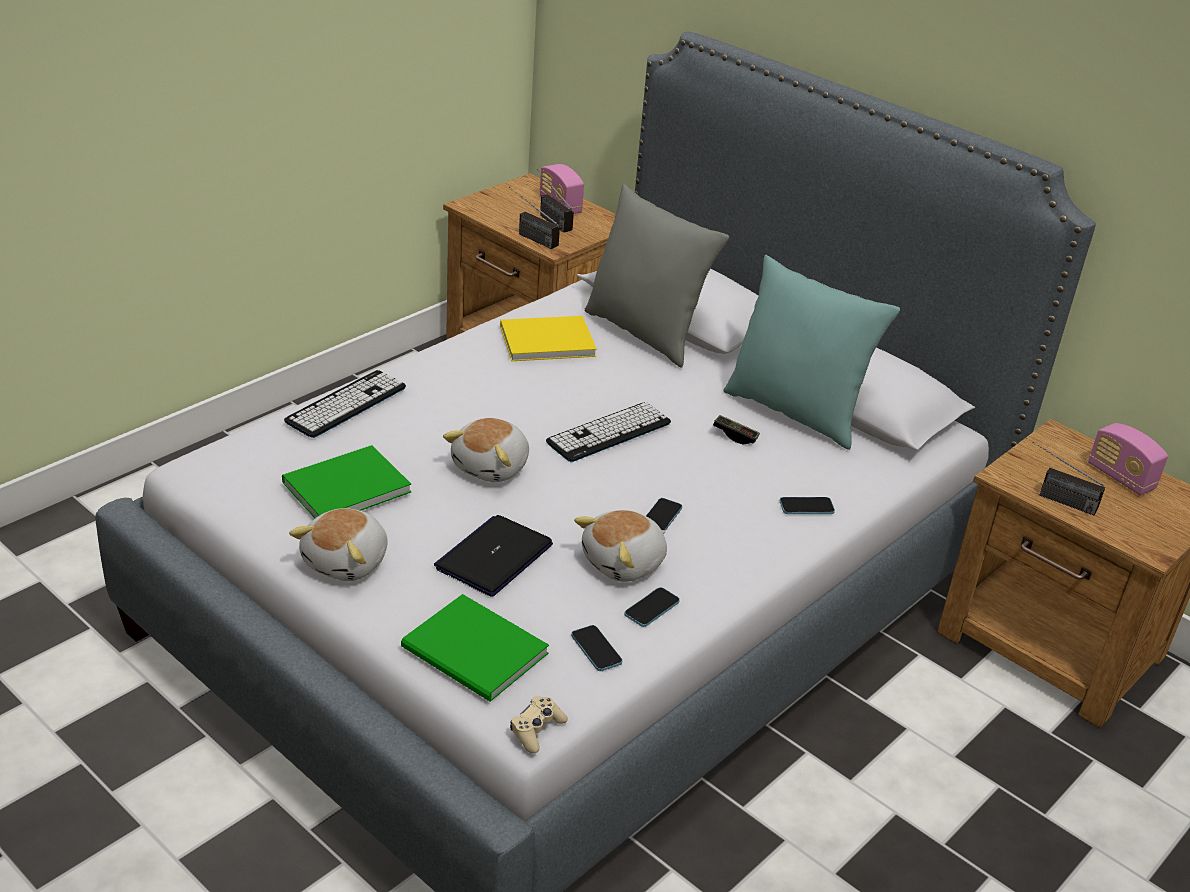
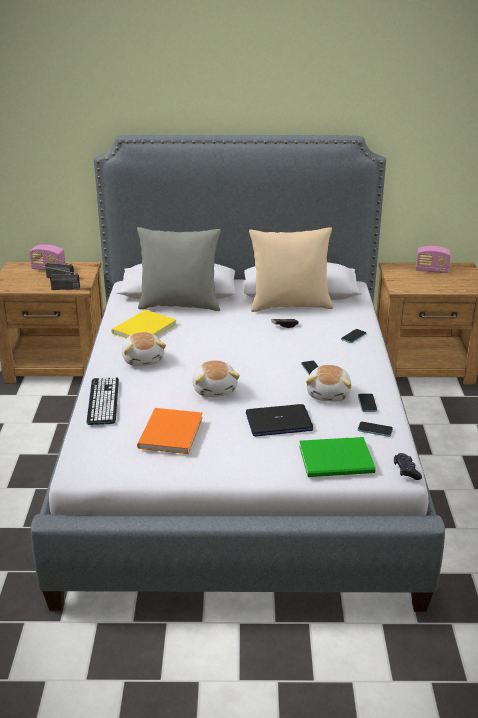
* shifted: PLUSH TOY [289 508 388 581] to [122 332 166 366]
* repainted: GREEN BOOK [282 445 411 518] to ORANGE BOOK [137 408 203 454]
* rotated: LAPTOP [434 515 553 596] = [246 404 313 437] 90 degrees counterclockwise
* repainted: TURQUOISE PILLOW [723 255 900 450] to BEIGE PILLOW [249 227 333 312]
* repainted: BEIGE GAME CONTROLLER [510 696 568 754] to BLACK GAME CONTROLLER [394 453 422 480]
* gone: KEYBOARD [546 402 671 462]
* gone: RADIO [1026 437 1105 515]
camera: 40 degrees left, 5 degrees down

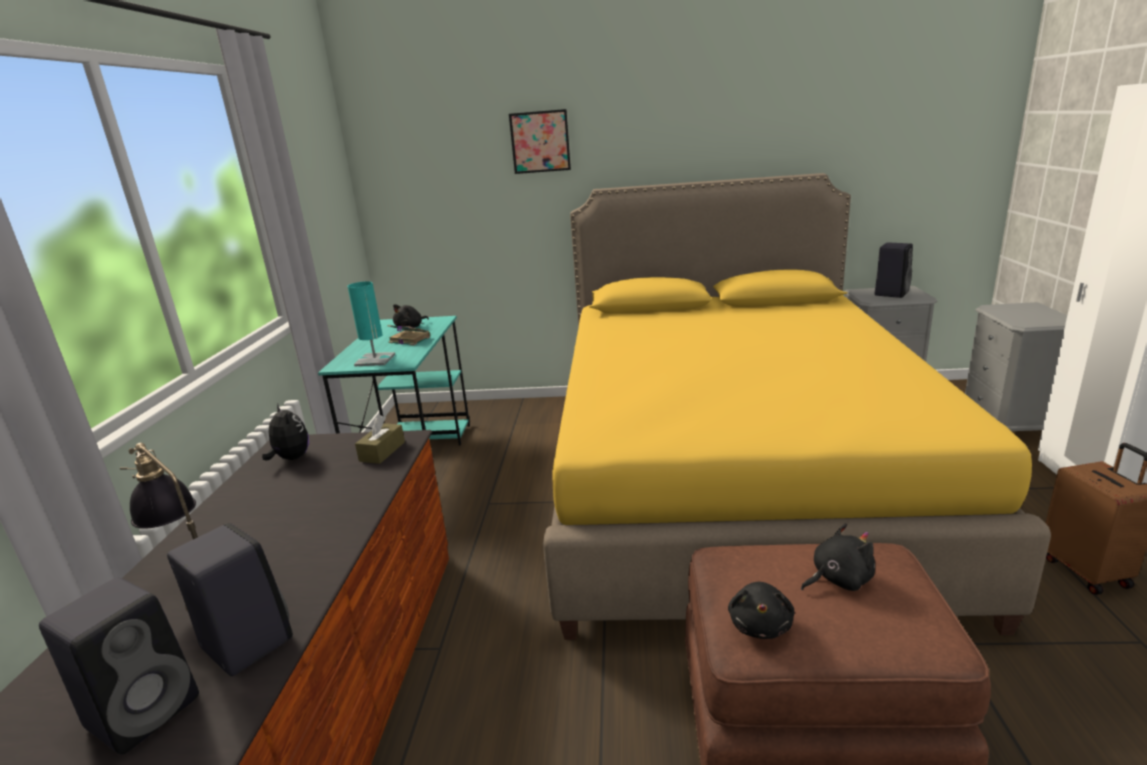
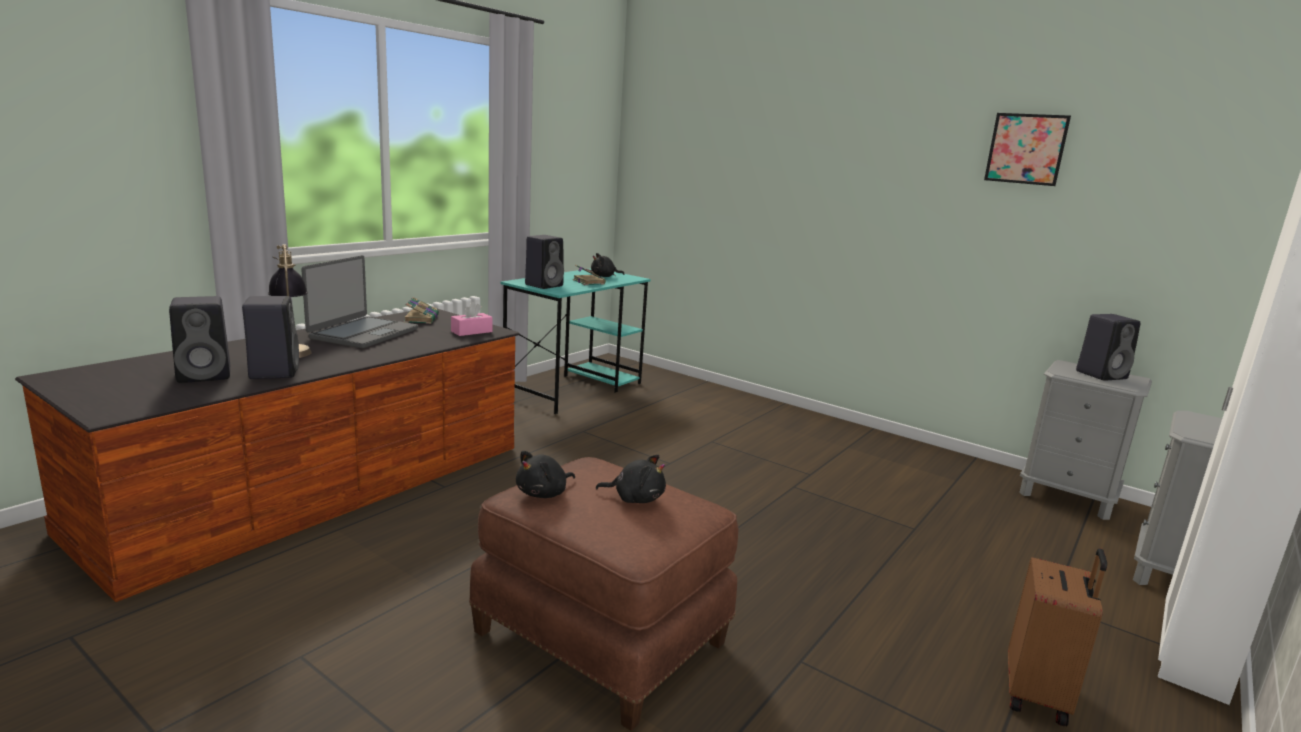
* new: LAPTOP [301 255 418 348]
* swapped: PLUSH TOY [262 404 309 460] to BOOK [403 297 439 324]
* repainted: BROWN TISSUE BOX [355 415 405 464] to PINK TISSUE BOX [451 302 492 336]
* swapped: TURQUOISE TABLE LAMP [347 281 395 366] to BLACK SPEAKER [525 235 564 289]
* shifted: PICTURE [509 109 571 174] to [984 113 1071 186]
* gone: YELLOW BED [543 173 1051 640]
camera: 30 degrees right, 5 degrees down

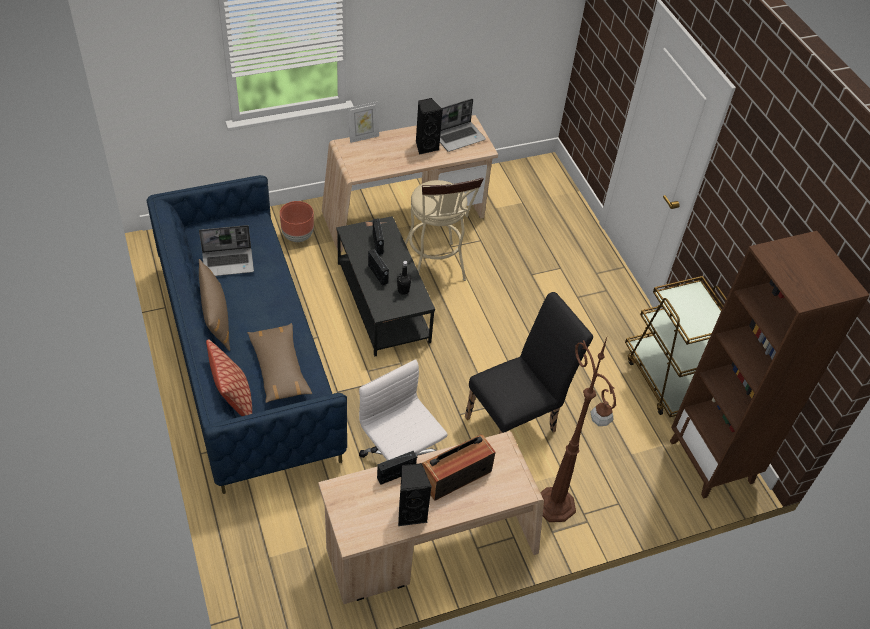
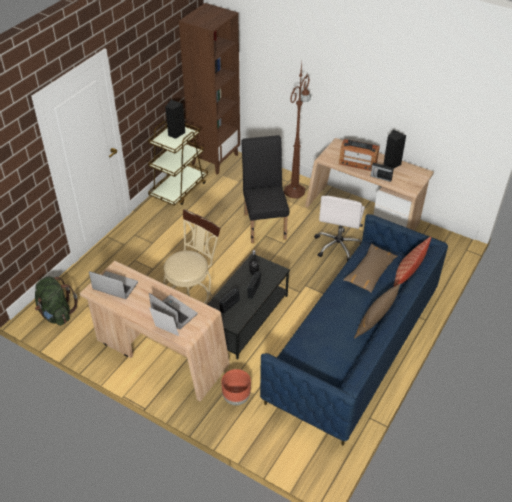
* new: GREEN BACKPACK [35 276 78 326]
* shifted: LAPTOP [199 225 254 276] to [149 293 198 329]
* shifted: BLACK SPEAKER [416 98 443 155] to [165 100 185 139]
* rotated: BLACK CHAIR [465 292 593 434] = [241 135 289 243] 60 degrees clockwise
camera: 125 degrees left, 5 degrees down

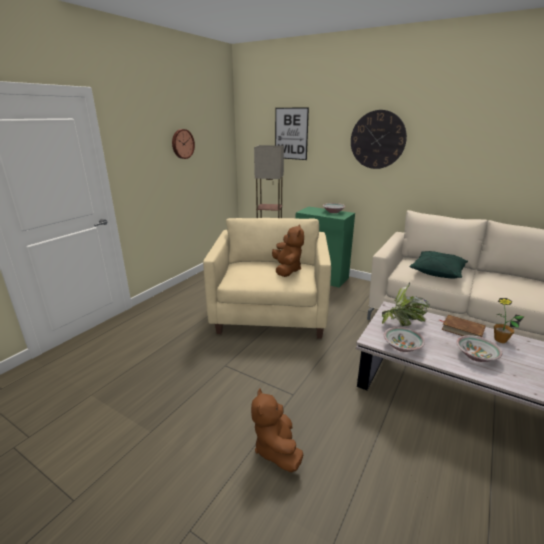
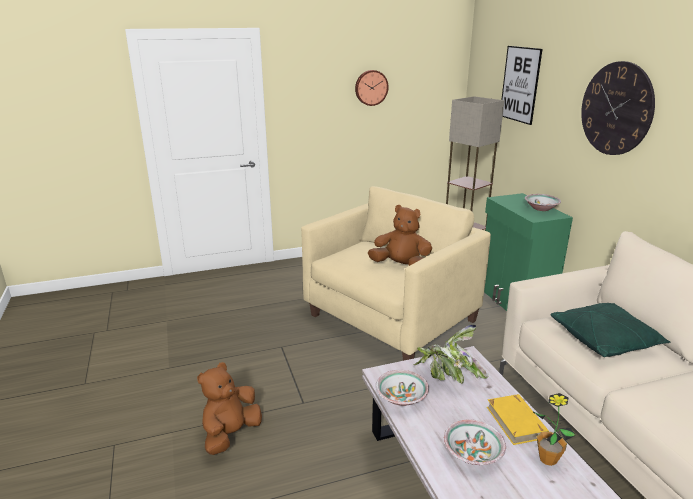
* rotated: BROWN PLUSH TOY [272 224 304 277] = [368 205 432 266] 105 degrees counterclockwise
* repainted: BROWN BOOK [439 315 486 337] to YELLOW BOOK [487 394 549 445]
camera: 40 degrees right, 0 degrees up

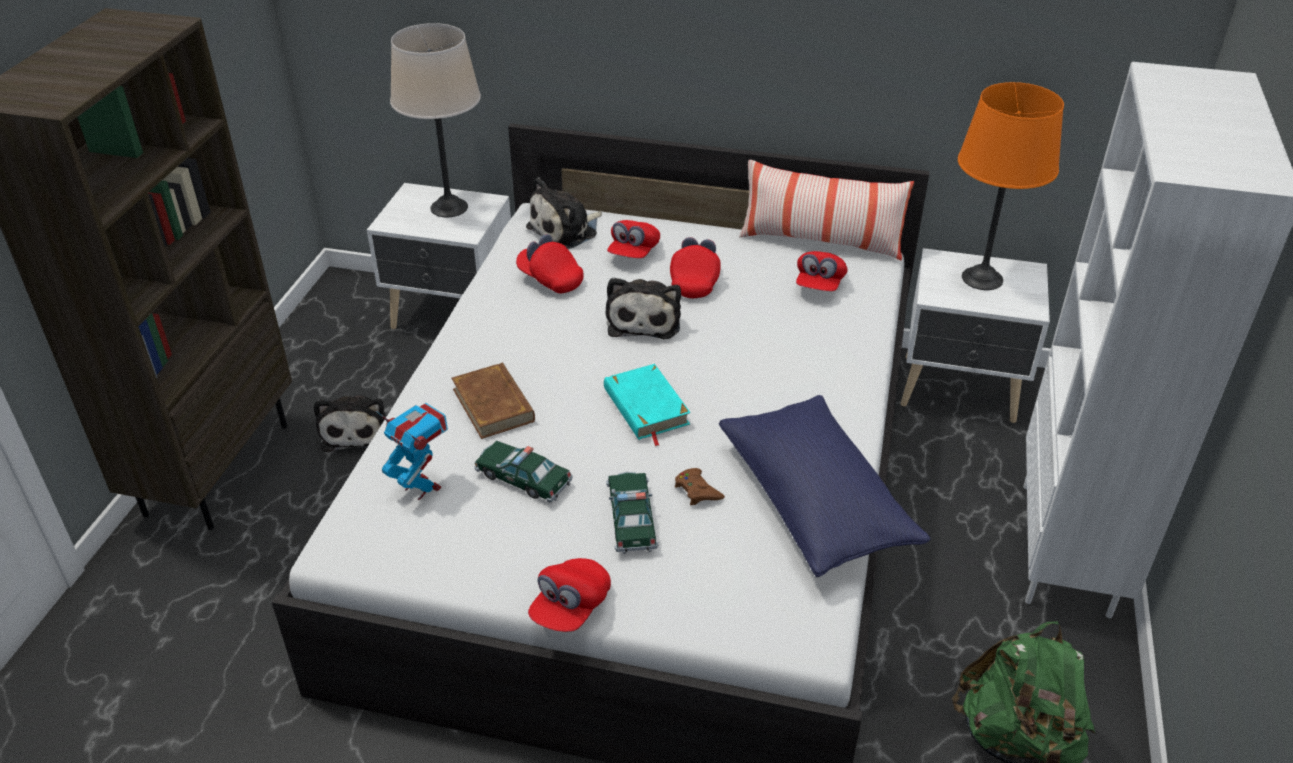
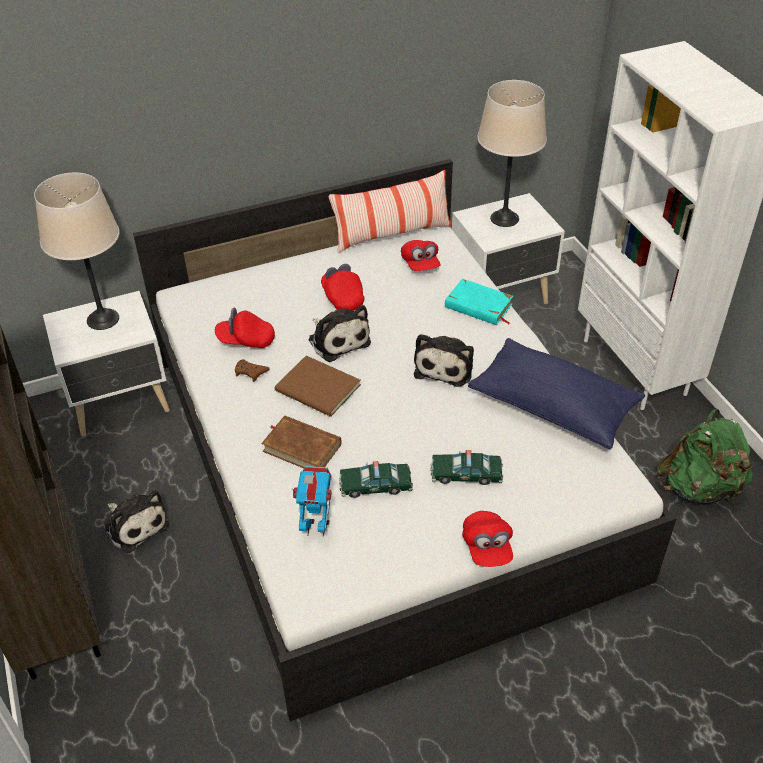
* shifted: BROWN GAME CONTROLLER [675 468 725 506] to [235 359 270 382]
* new: BROWN BOOK [275 356 361 417]
* shifted: PLUSH TOY [526 177 602 249] to [414 334 474 387]
* rotated: TOY CAR [606 472 658 554] = [430 450 503 485] 45 degrees counterclockwise
* shifted: TURQUOISE BOOK [604 364 691 447] to [445 279 513 325]
* repainted: ORANGE TABLE LAMP [958 82 1064 290] to BEIGE TABLE LAMP [477 80 547 227]
* gone: RED CAP [607 220 660 258]
camera: 35 degrees left, 5 degrees up

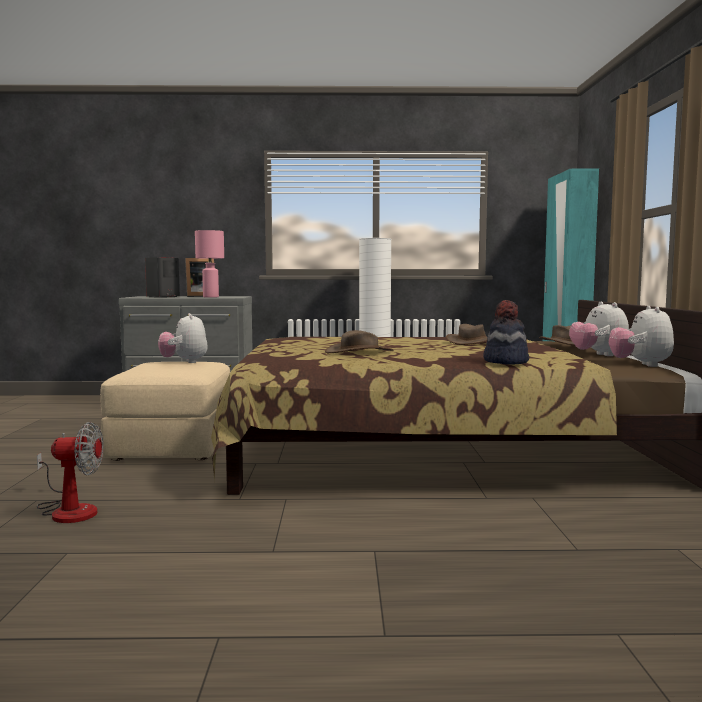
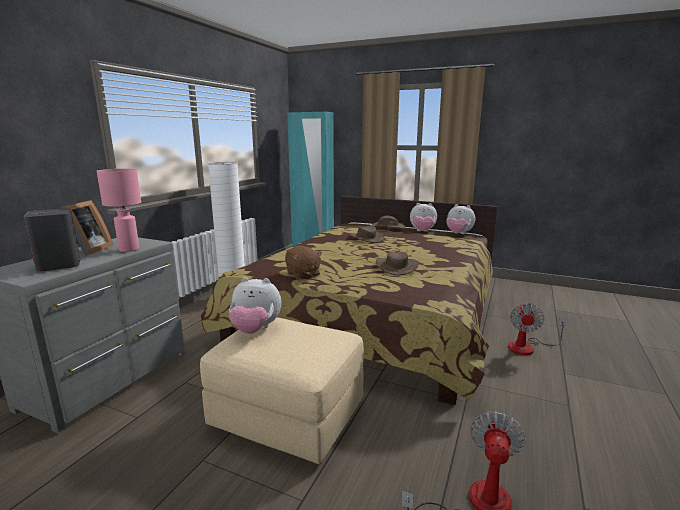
* new: BROWN PLUSH TOY [285 246 322 279]
* new: FAN [508 303 566 355]
* gone: HAT [484 300 529 365]
camera: 65 degrees left, 10 degrees up

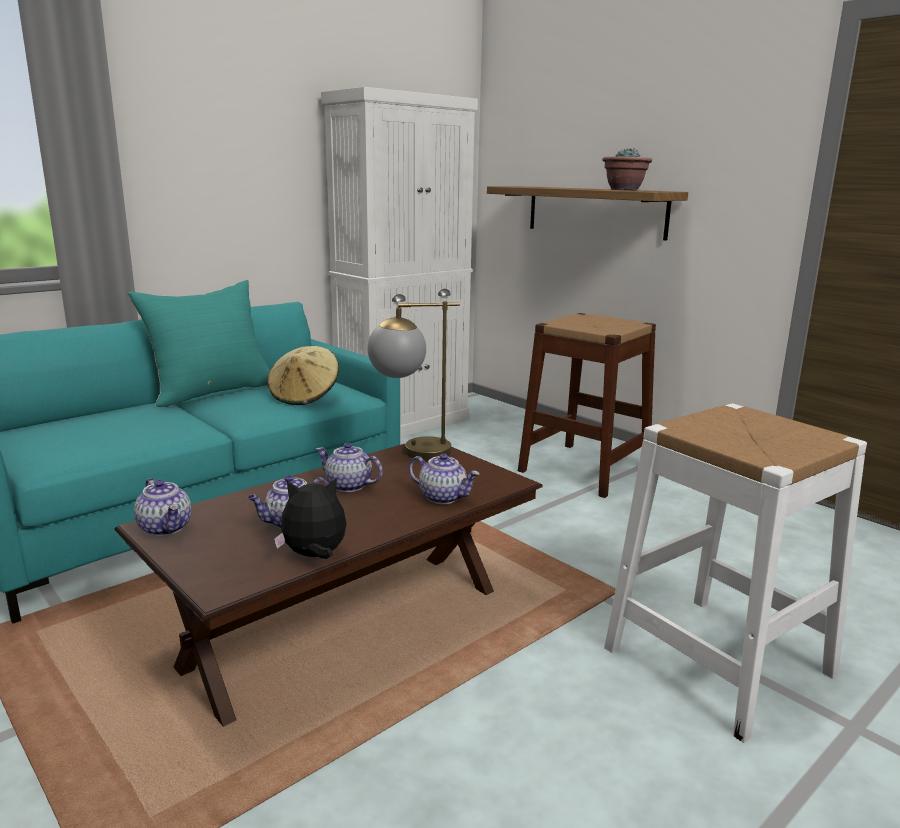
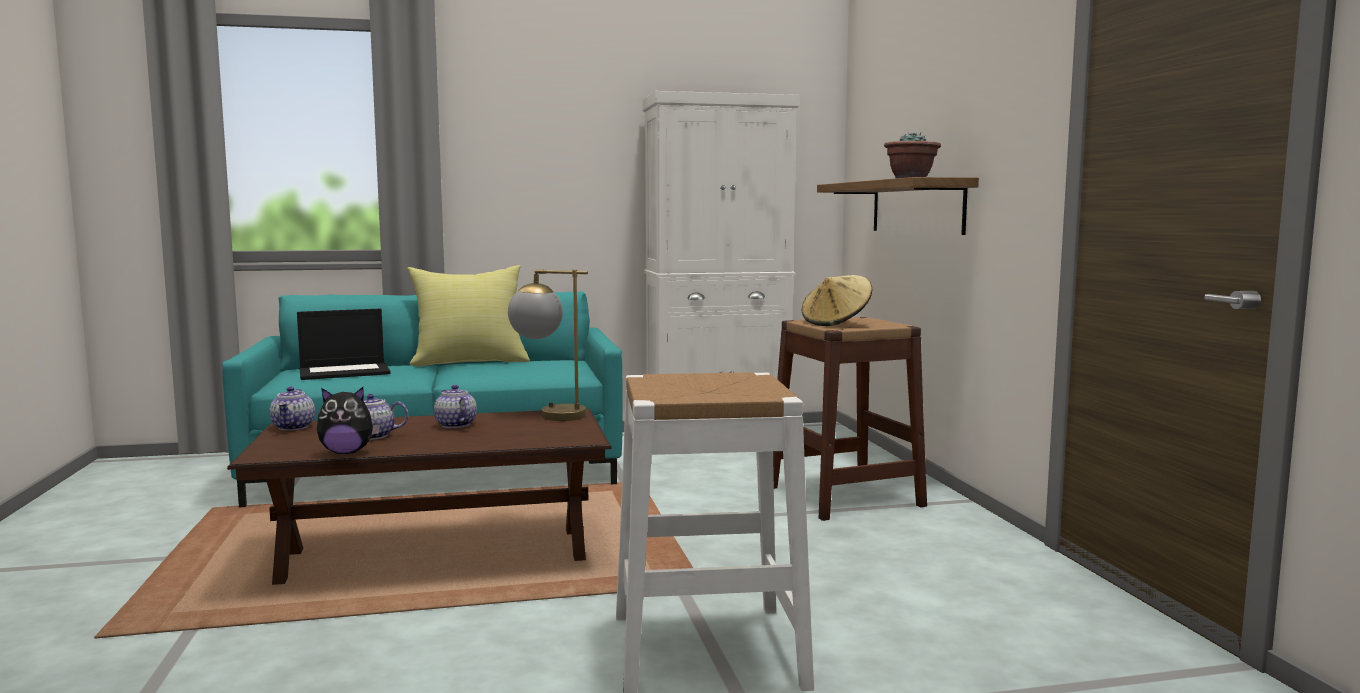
* new: LAPTOP [297 309 391 380]
* rotated: PLUSH TOY [274 478 347 559] = [317 387 380 454] 150 degrees clockwise
* repainted: TURQUOISE PILLOW [127 280 270 407] to YELLOW PILLOW [407 265 530 366]
* shifted: BEIGE HAT [267 346 339 405] to [801 275 872 326]
* gone: TEAPOT [409 454 479 504]
camera: 30 degrees right, 10 degrees down

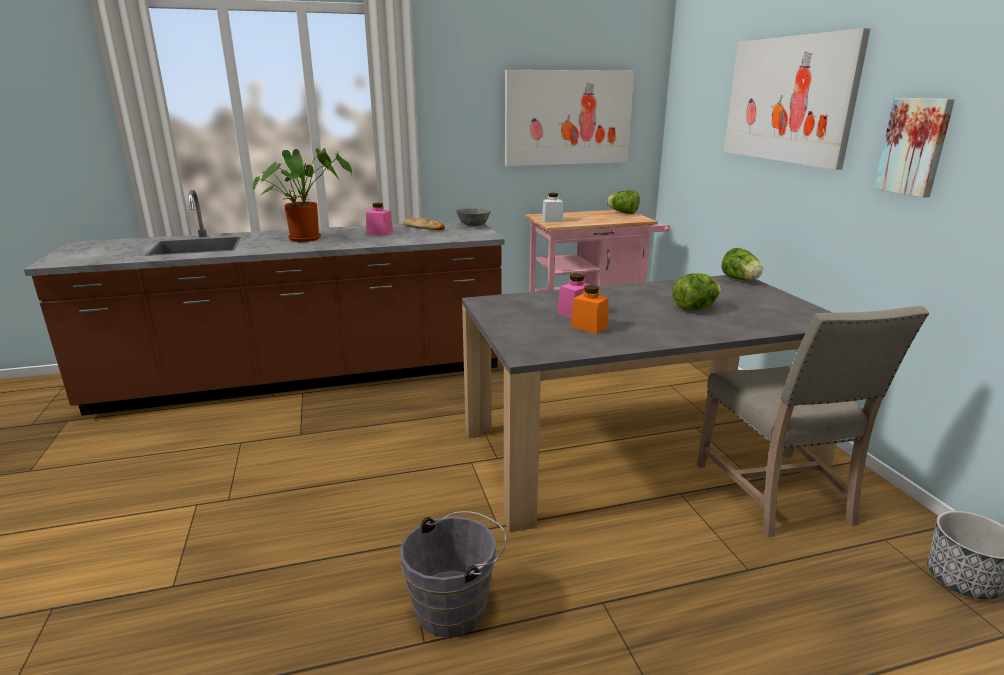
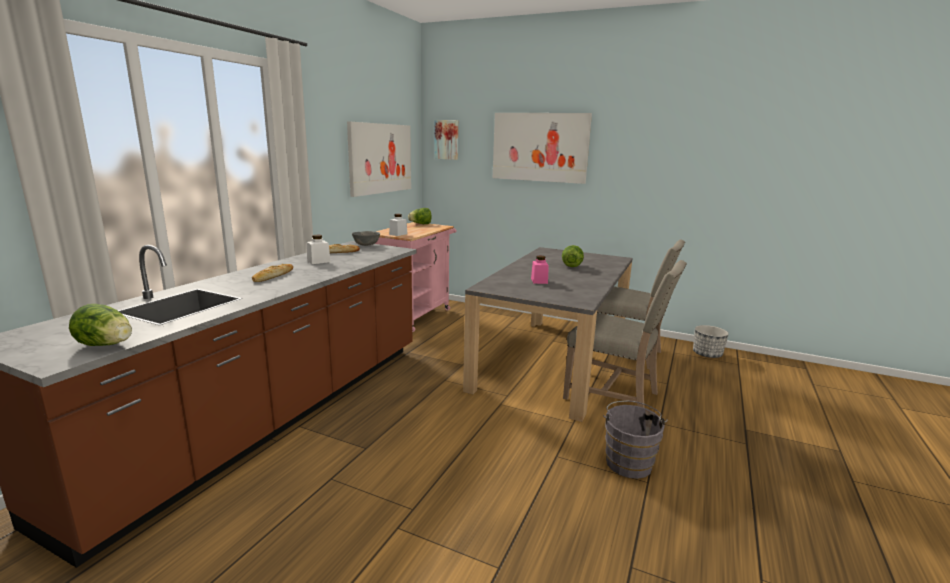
* shifted: LETTUCE [722 248 763 280] to [69 304 132 346]
* swapped: POTTED PLANT [252 148 352 242] to BREAD [252 264 293 282]
* repainted: PINK JAR [366 203 393 236] to WHITE JAR [307 235 331 264]
* shifted: PICTURE [874 98 955 198] to [434 120 458 160]
* new: BEIGE CHAIR [563 260 687 408]
* gone: ORANGE JAR [571 285 609 334]
camera: 50 degrees left, 5 degrees down

